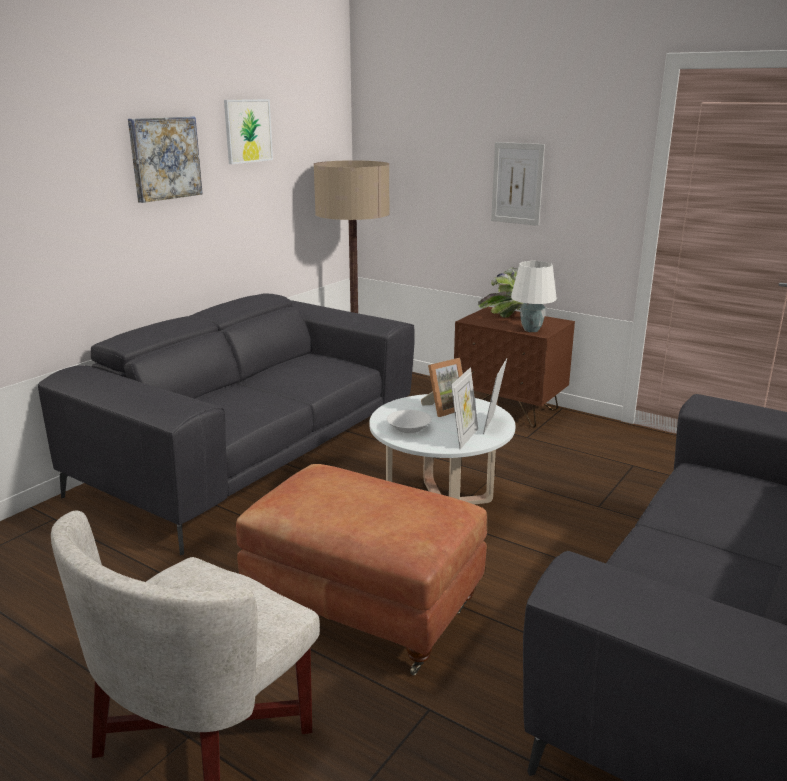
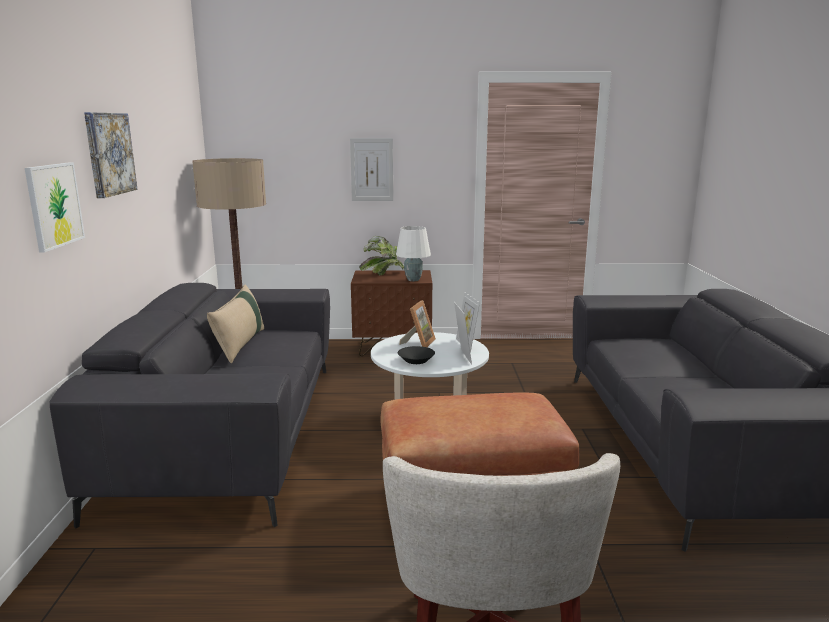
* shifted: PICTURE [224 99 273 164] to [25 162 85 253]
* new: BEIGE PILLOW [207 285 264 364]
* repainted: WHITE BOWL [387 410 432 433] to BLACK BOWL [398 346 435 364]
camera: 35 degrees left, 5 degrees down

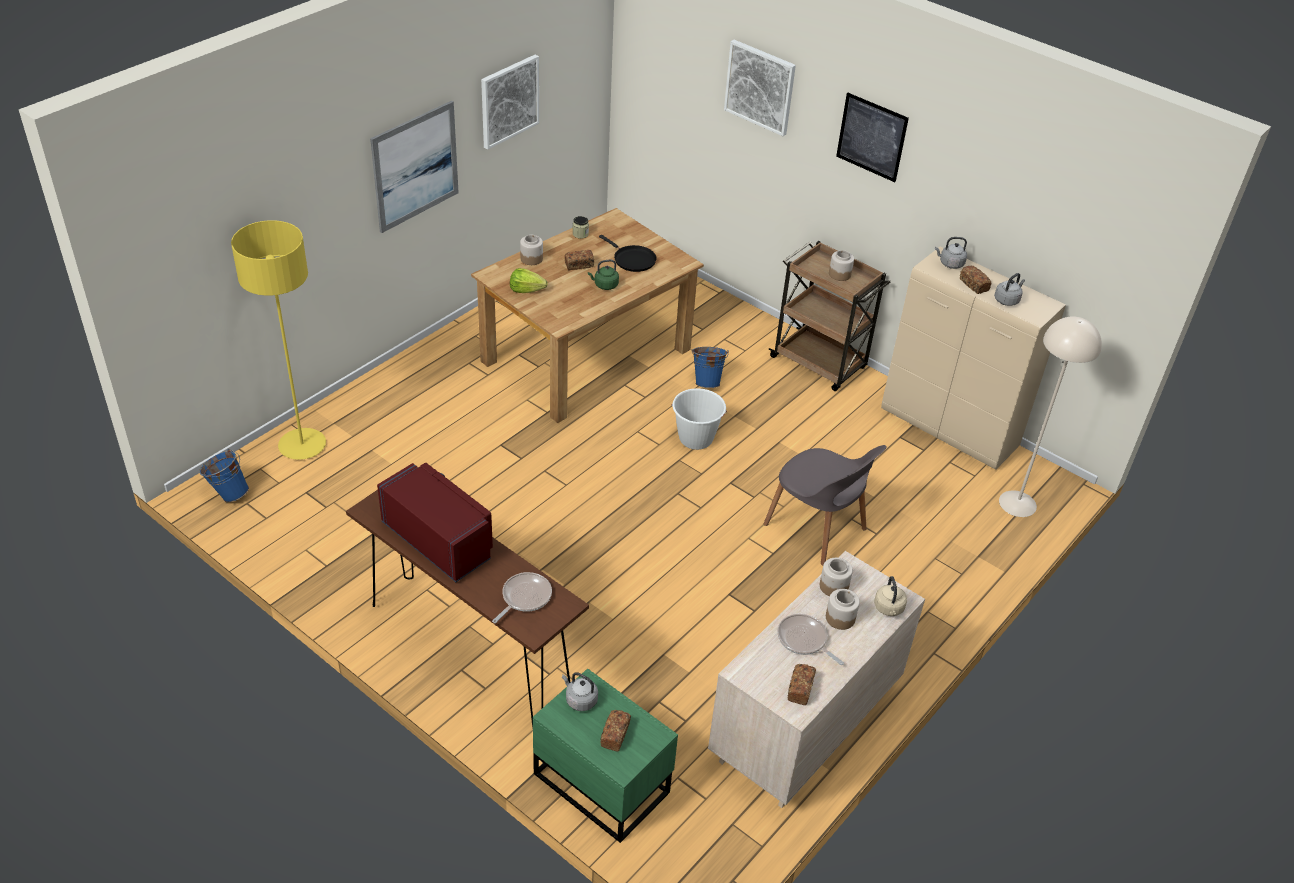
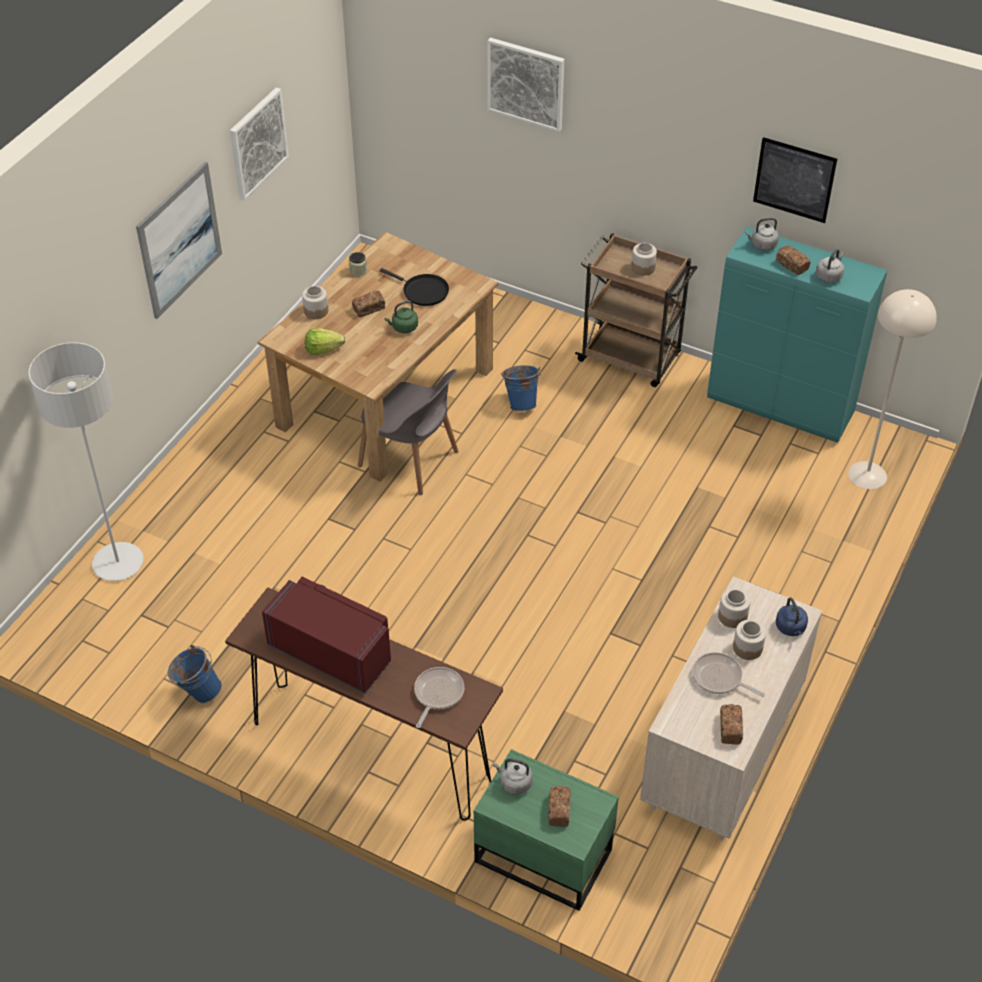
* repainted: YELLOW FLOOR LAMP [231 220 326 460] to GREY FLOOR LAMP [28 342 143 581]
* shifted: BLUE BUCKET [199 449 249 502] to [168 645 222 703]
* shifted: GREY CHAIR [764 445 887 565] to [358 369 459 495]
* repainted: BEIGE CABINET [881 247 1066 470] to TURQUOISE CABINET [707 227 887 443]
* shifted: PICTURE [836 93 909 182] to [753 137 837 223]
* repainted: BEIGE KETTLE [874 576 907 616] to BLUE KETTLE [776 597 808 636]
* gone: WHITE BUCKET [671 388 727 450]
camera: 10 degrees left, 5 degrees up

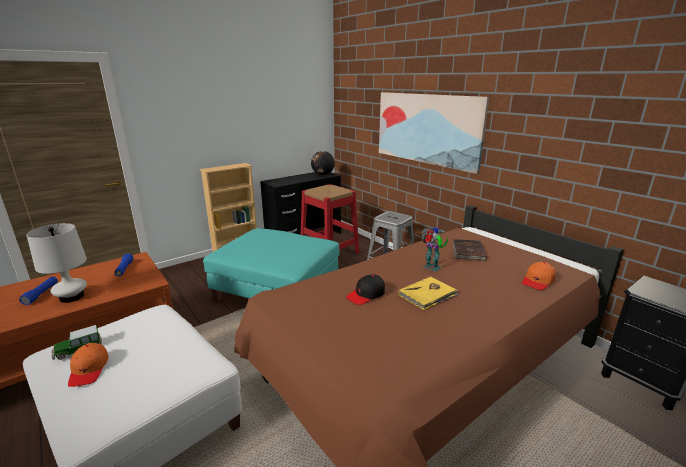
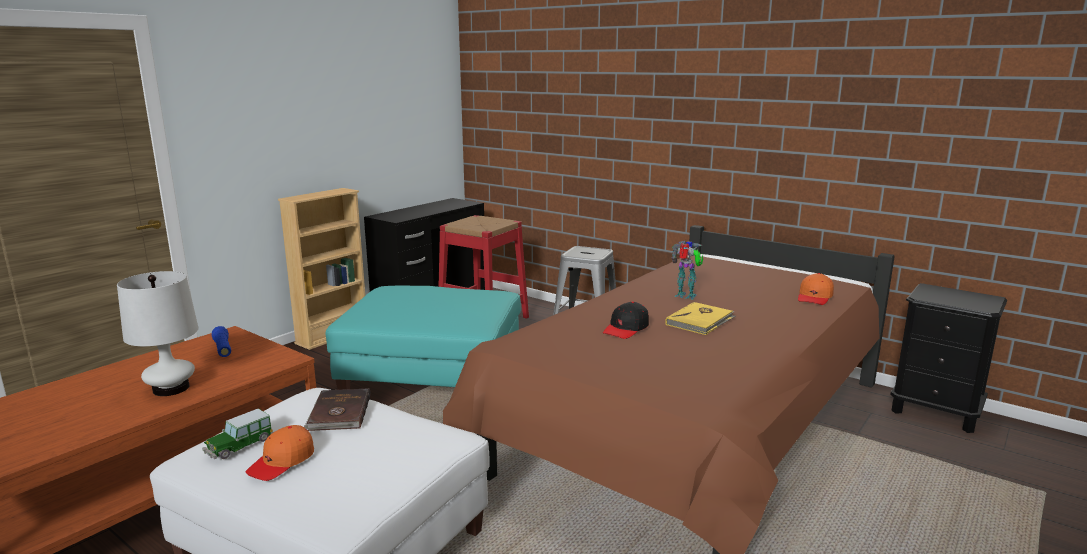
* rotated: ORANGE CAP [68 343 109 387] = [246 425 314 481] 60 degrees clockwise
* shifted: BROWN BOOK [453 239 487 261] to [304 388 371 431]
* gone: BLUE FLASHLIGHT [19 277 58 305]
* gone: GLOBE [311 151 335 176]
* gone: PICTURE [379 92 490 174]
camera: 15 degrees left, 5 degrees down

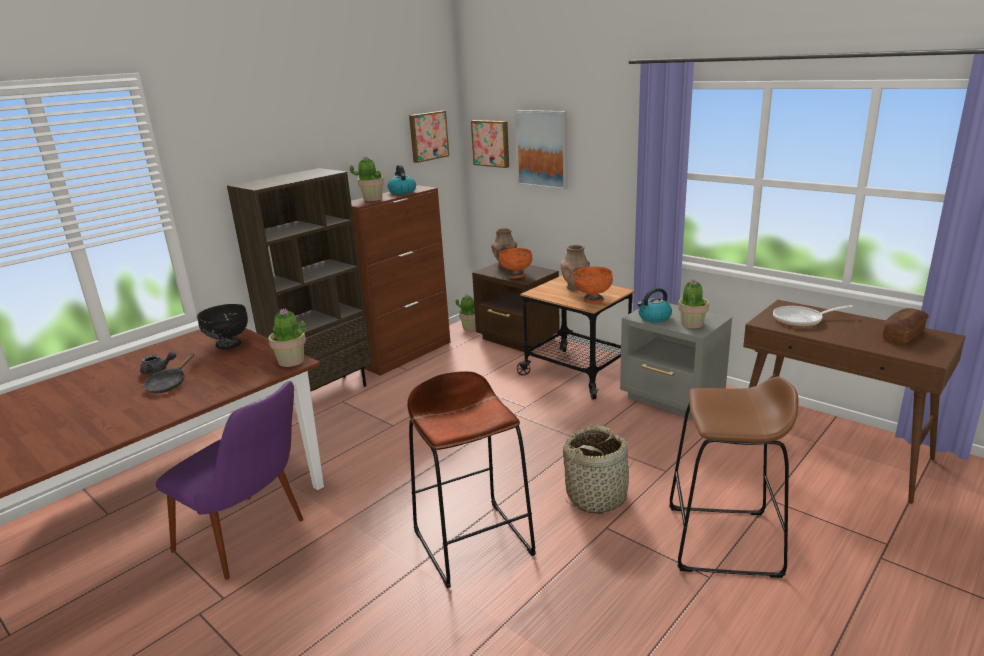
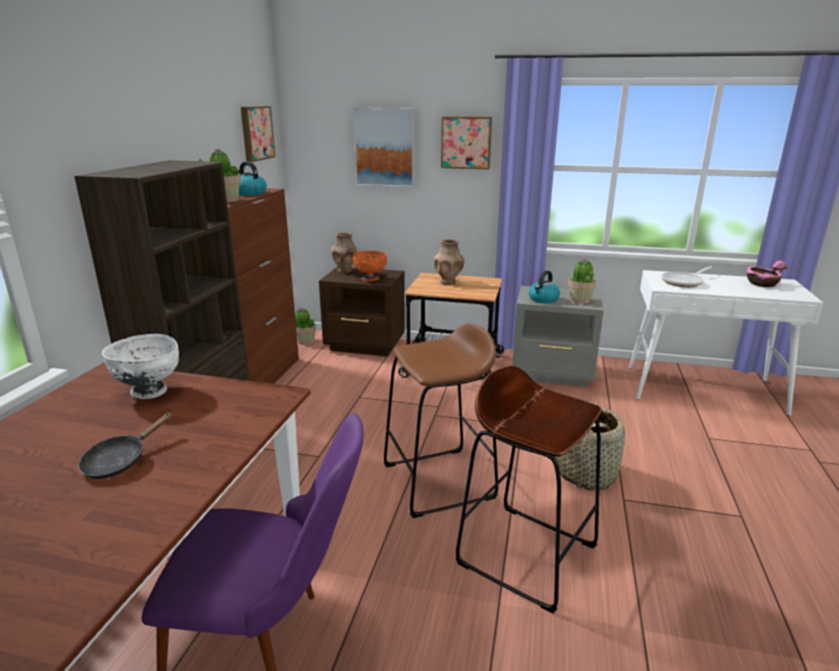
* rotated: BLACK FRYING PAN [144 353 194 393] = [78 412 173 479] 45 degrees clockwise
* repainted: BLACK BOWL [197 304 248 349] to WHITE BOWL [102 334 179 399]
* shifted: BROWN STOOL [669 377 798 578] to [384 323 498 518]
* shifted: PICTURE [471 120 509 168] to [441 116 492 170]
* repainted: BROWN CONSOLE TABLE [743 300 966 504] to WHITE CONSOLE TABLE [629 270 823 416]
* swapped: BREAD [882 308 929 344] to PINK BOWL [746 261 789 287]
* gone: GREY TEAPOT [140 351 176 375]
* gone: POTTED PLANT [268 308 306 367]
* gone: ORANGE BOWL [574 266 613 303]
camera: 30 degrees left, 0 degrees up

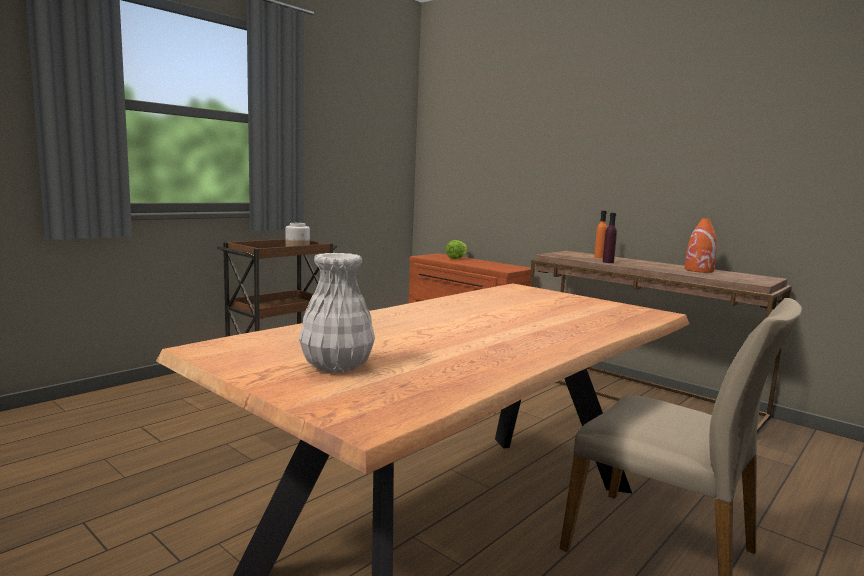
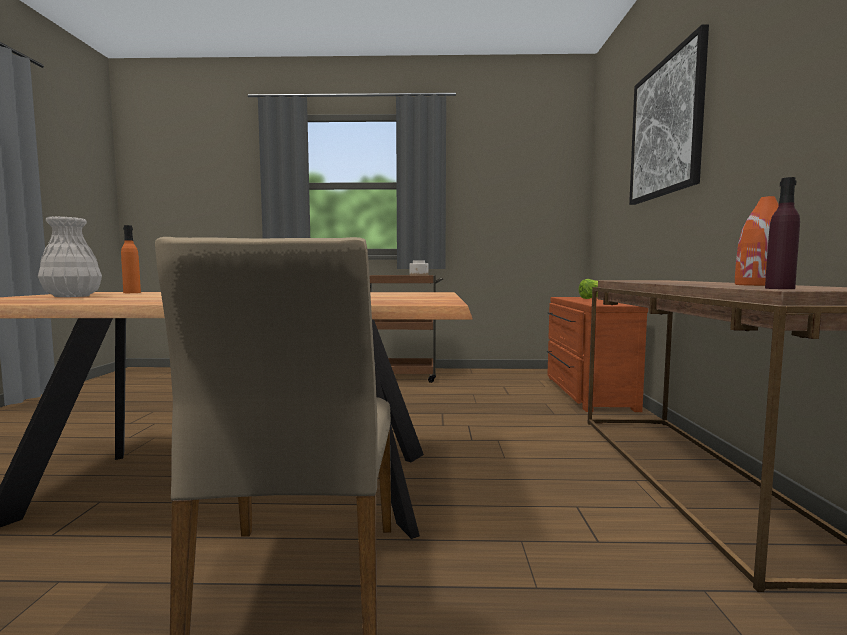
* shifted: ORANGE BOTTLE [594 211 607 258] to [121 225 141 293]
* new: PICTURE [629 24 709 205]
* shifted: PURPLE BOTTLE [603 213 617 263] to [765 177 800 289]
camera: 50 degrees right, 5 degrees down

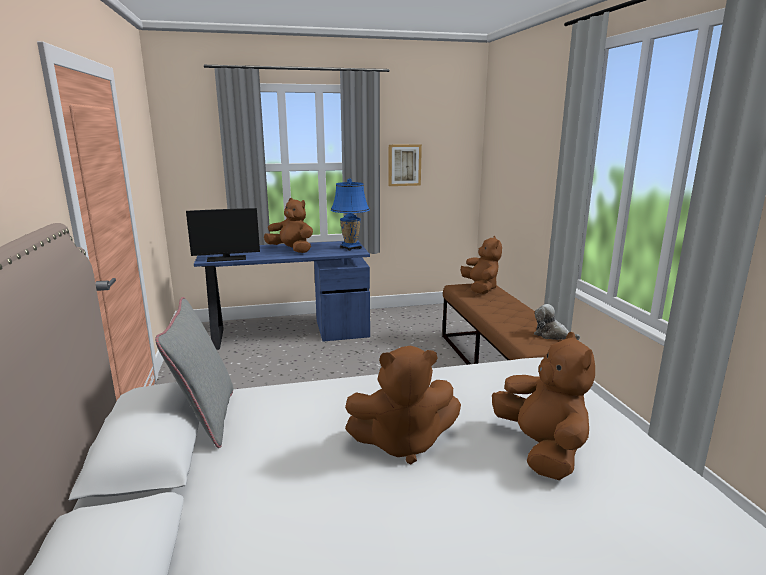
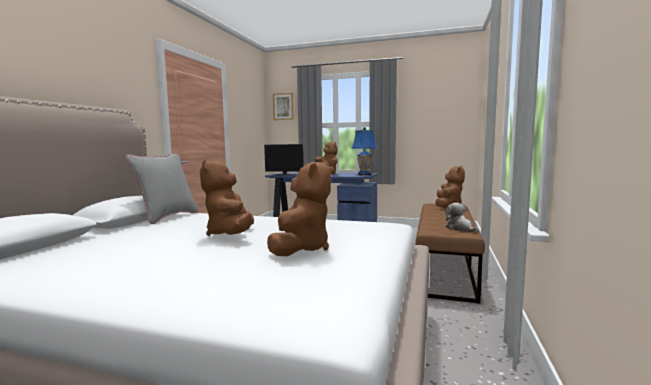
* rotated: BROWN PLUSH TOY [345 346 461 464] = [200 160 254 236] 60 degrees clockwise
* shifted: PICTURE [389 144 422 186] to [273 93 294 120]
camera: 30 degrees right, 10 degrees down

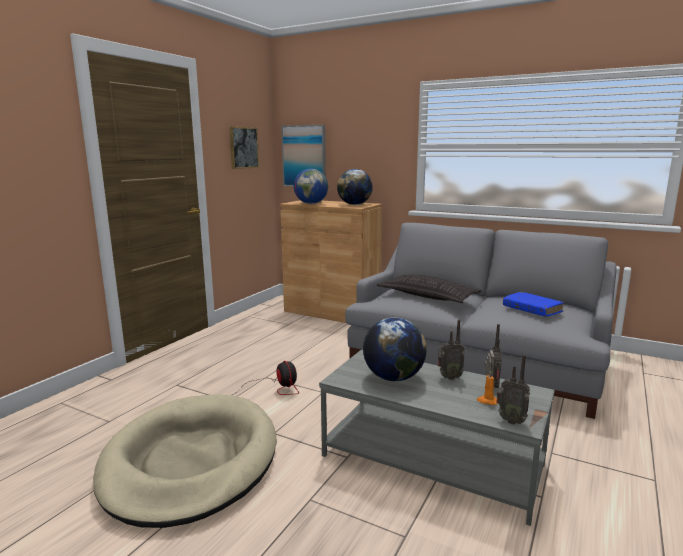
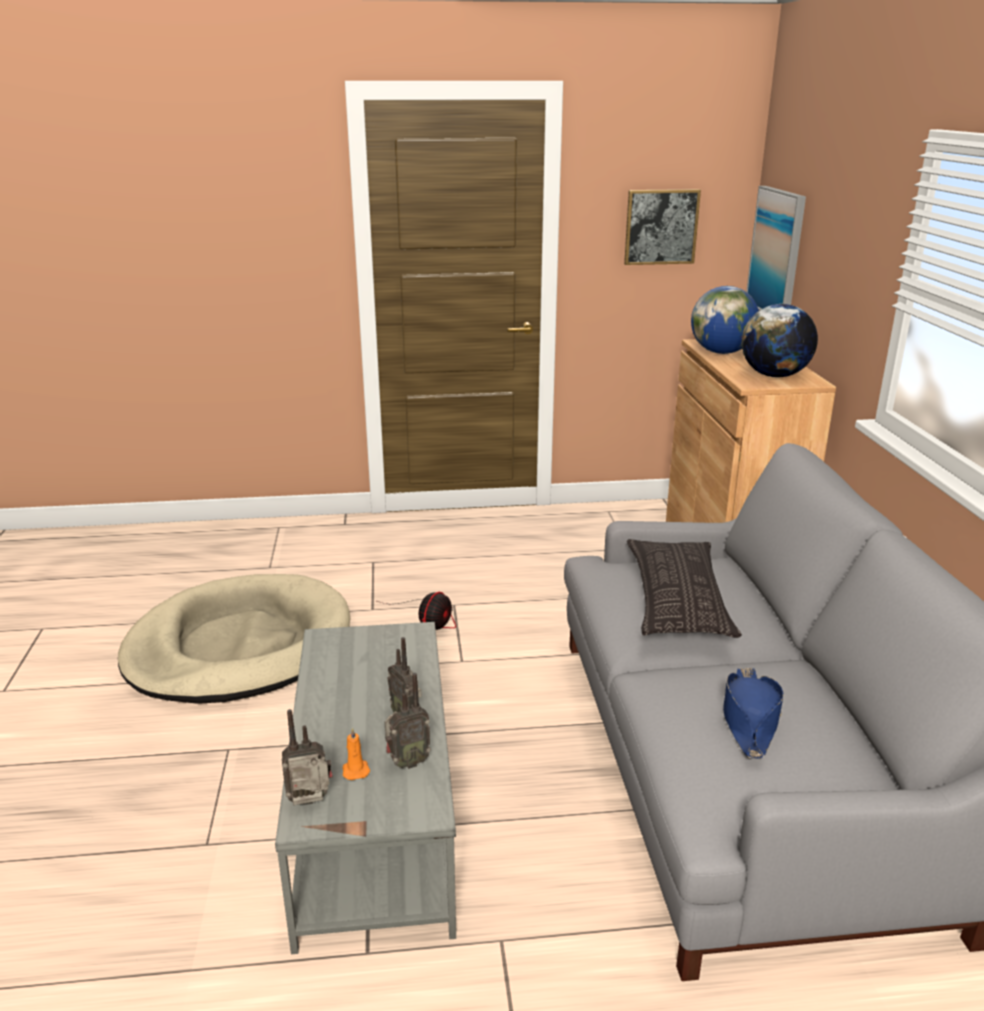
* rotated: RADIO [496 355 530 425] = [282 709 333 805] 75 degrees clockwise
* swapped: BLUE BOOK [503 292 564 317] to BLUE HAT [723 667 784 759]
* gone: GLOBE [363 318 427 381]
camera: 55 degrees right, 10 degrees up

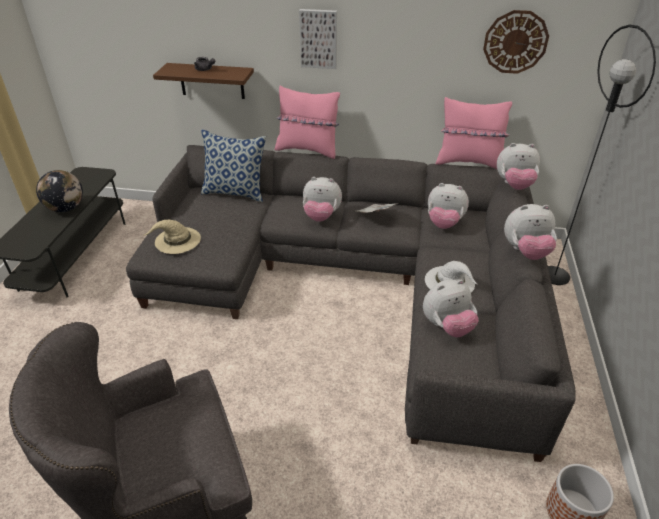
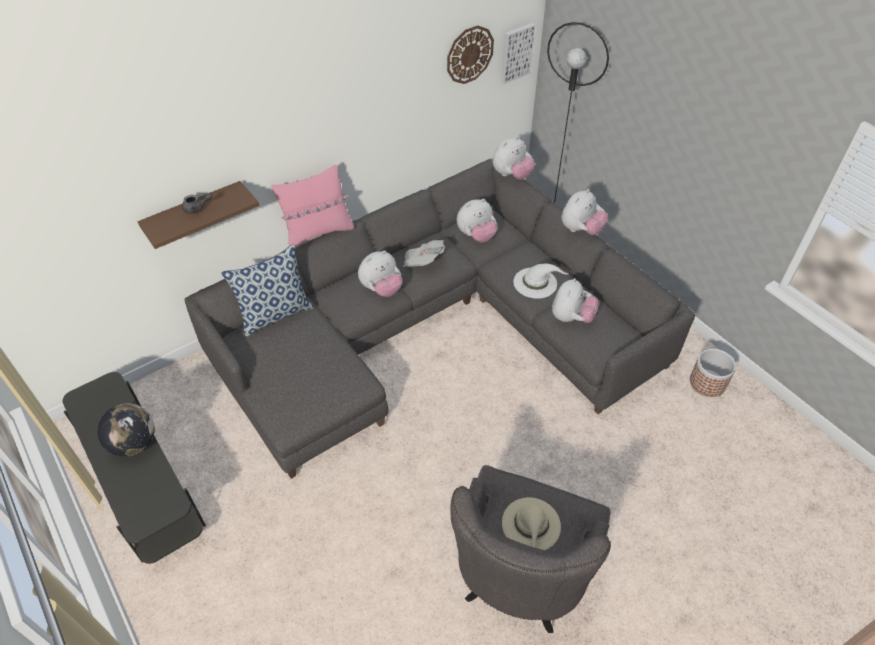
* shifted: PICTURE [299 9 337 69] to [501 23 535 84]
* shifted: BEIGE HAT [145 220 201 254] to [502 497 561 550]
* gone: PINK PILLOW [436 97 512 169]
camera: 45 degrees left, 10 degrees up

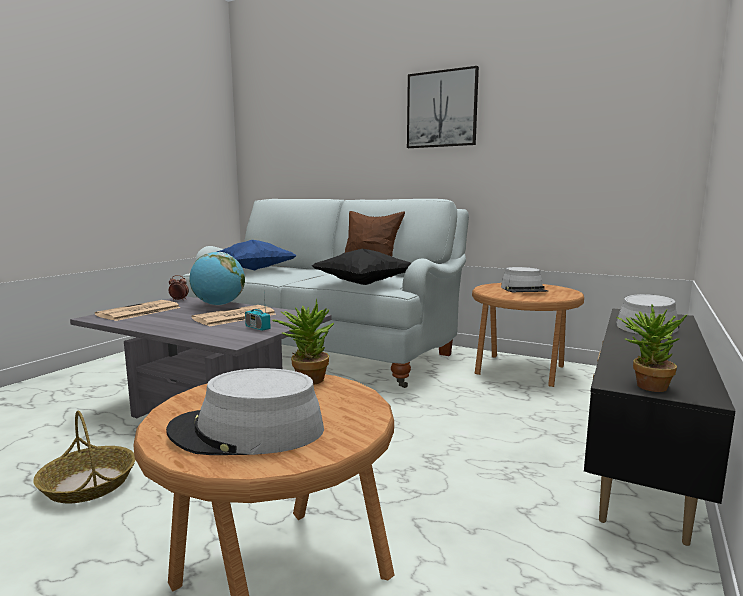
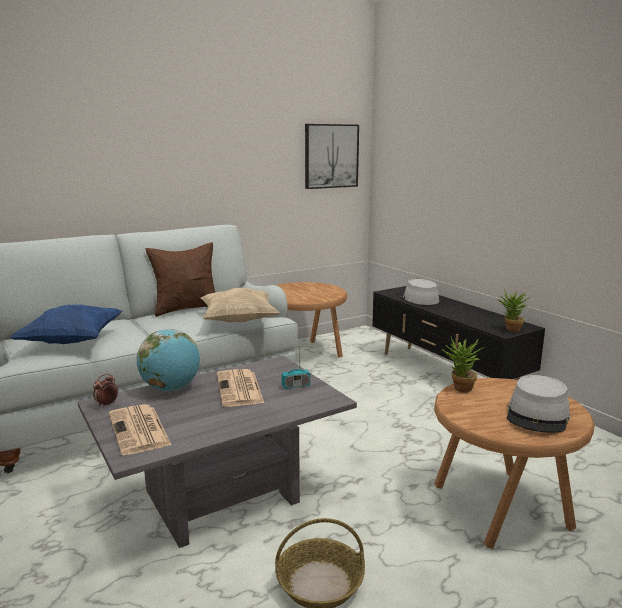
* repainted: BLACK PILLOW [312 249 411 285] to BEIGE PILLOW [201 288 280 322]
* shifted: PICTURE [407 66 479 148] to [305 124 359 189]
* gone: GREY HAT [501 267 548 292]
camera: 60 degrees left, 5 degrees up

